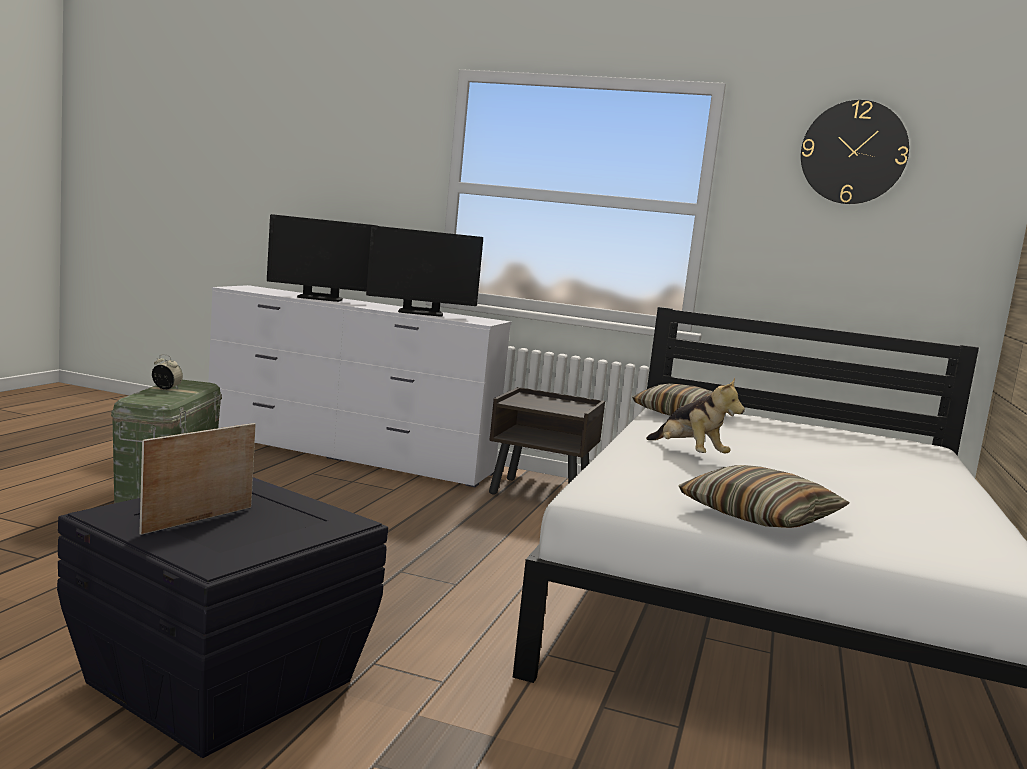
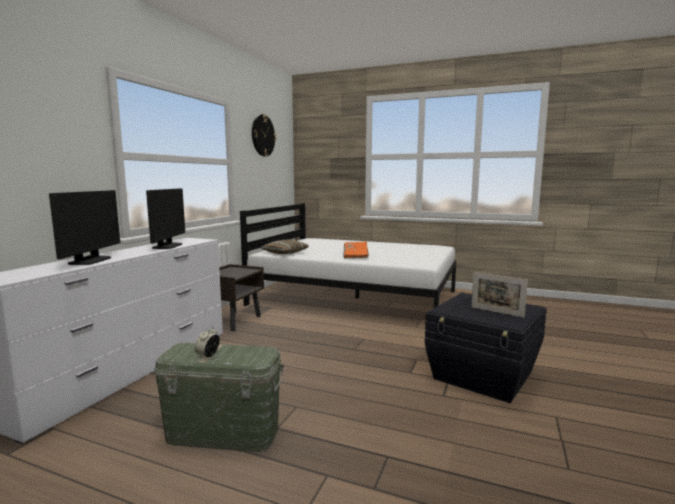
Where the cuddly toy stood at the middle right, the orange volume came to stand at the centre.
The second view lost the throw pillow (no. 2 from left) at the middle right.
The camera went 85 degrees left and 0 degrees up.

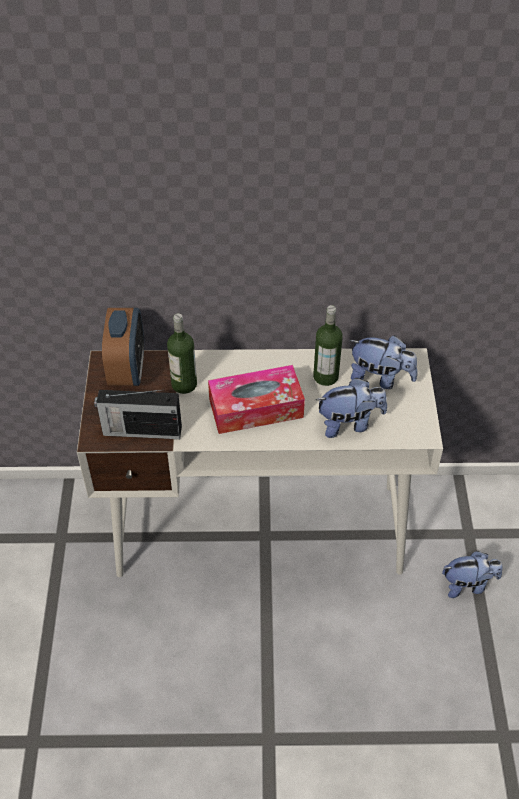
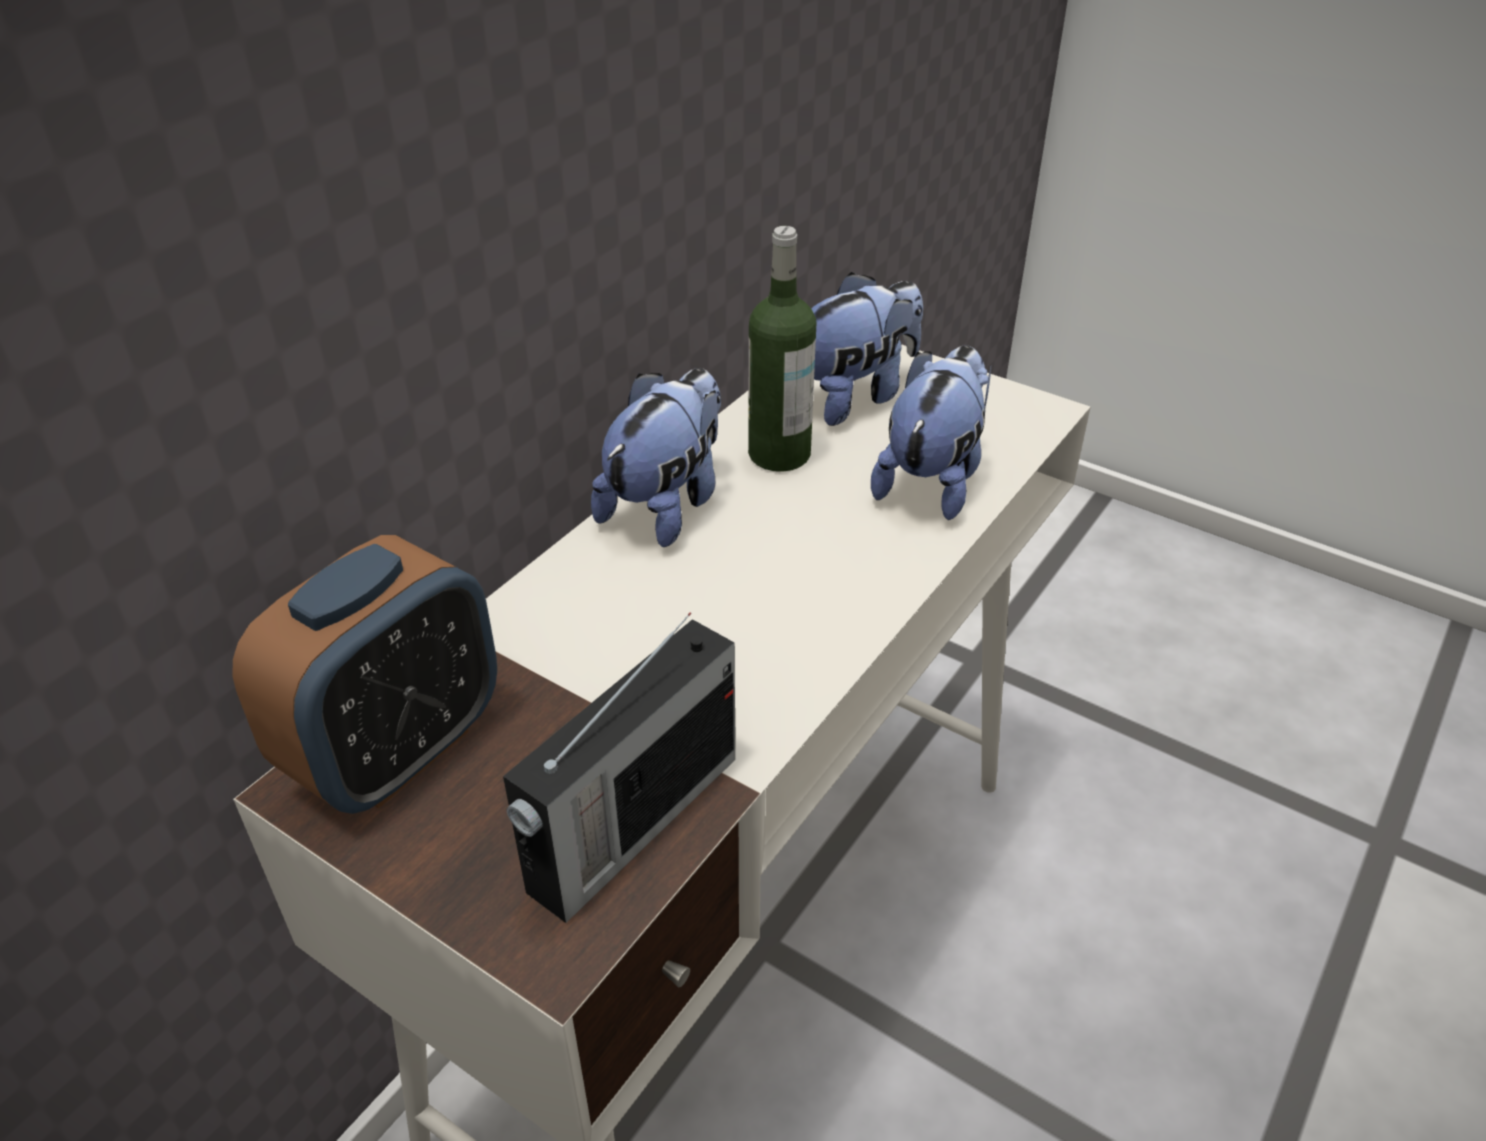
The bedside clock at the middle left ended up facing another way, 90 degrees clockwise from before.
The second view lost the drink bottle (no. 1 from left) at the centre.
The second view lost the tissue box at the centre.
The cuddly toy (no. 3 from left in the first image) ended up elsewhere, having gone from the bottom right to the centre.
The camera went 55 degrees left and 10 degrees down.

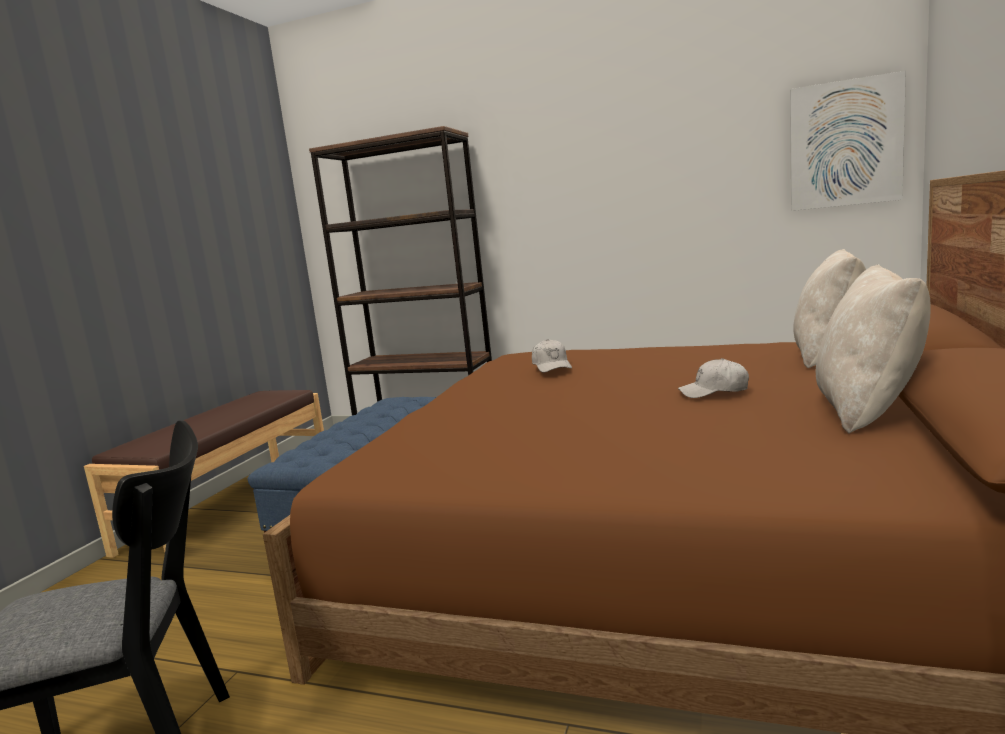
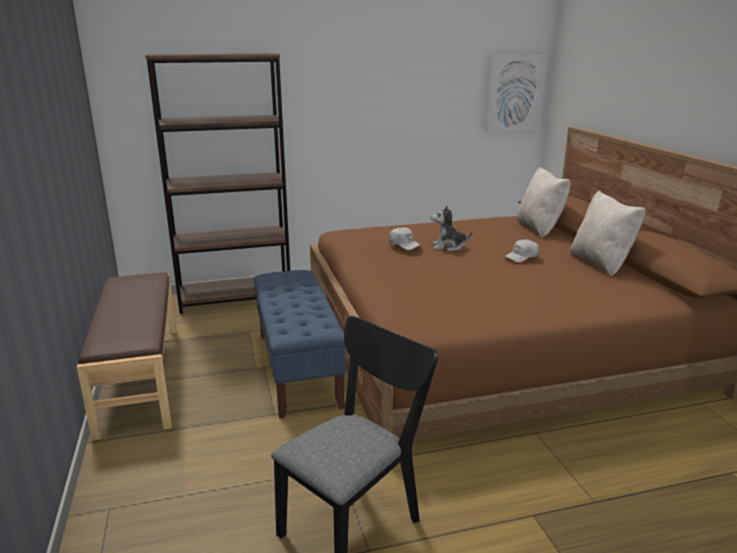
The second view gained the cuddly toy at the centre.
The camera went 35 degrees left and 10 degrees up.

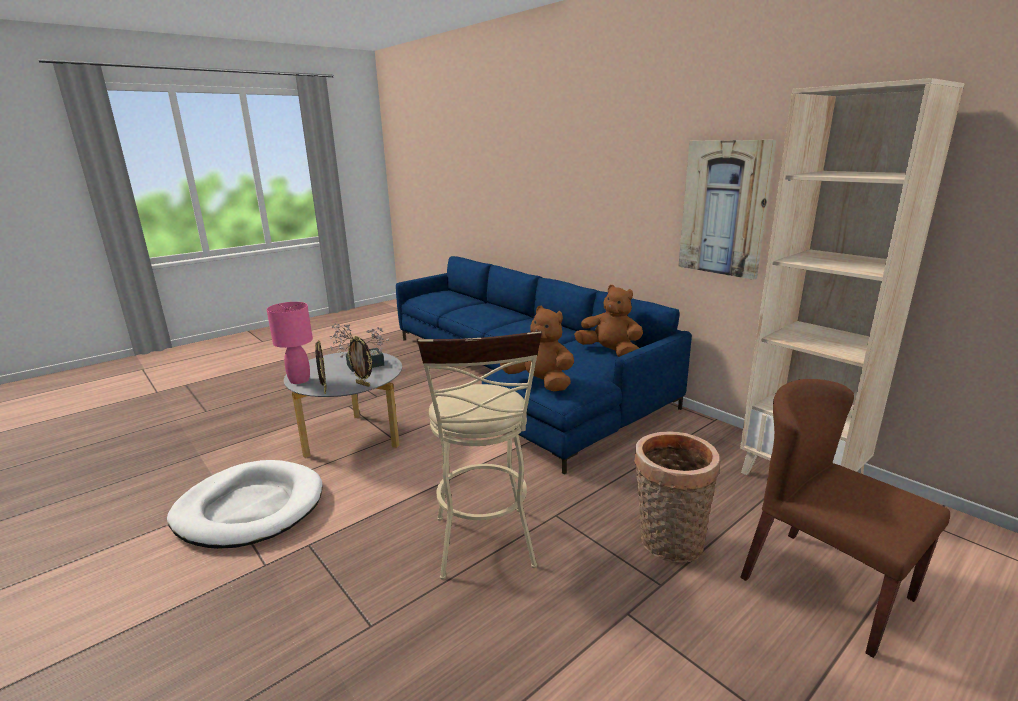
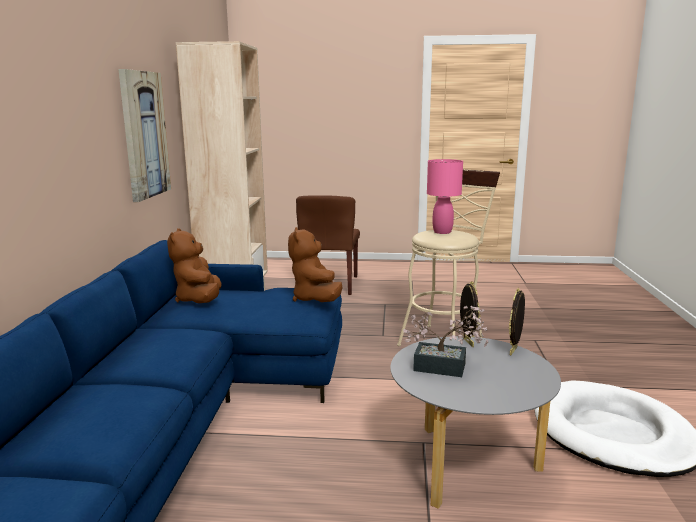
The pink table lamp ended up elsewhere, having gone from the middle left to the centre.
The second view lost the storage basket at the bottom centre.
The camera went 135 degrees left and 5 degrees down.

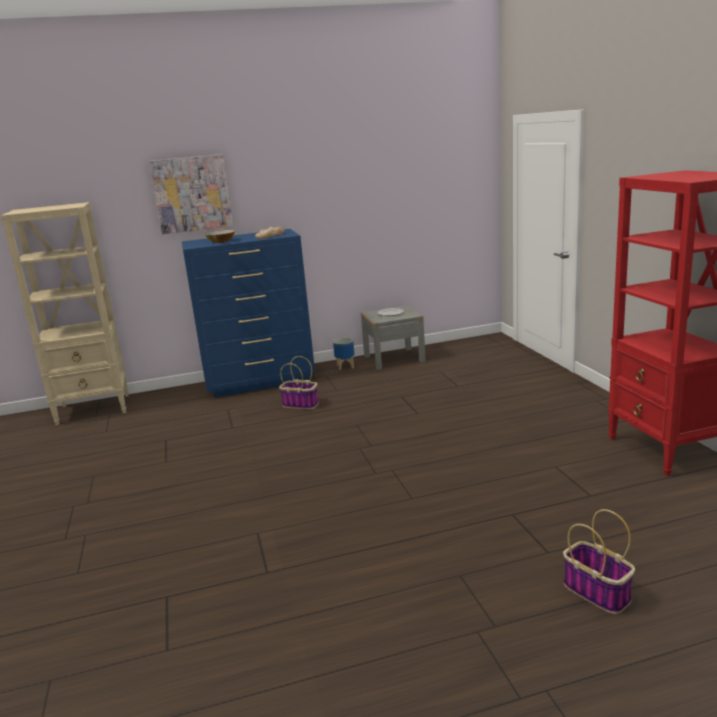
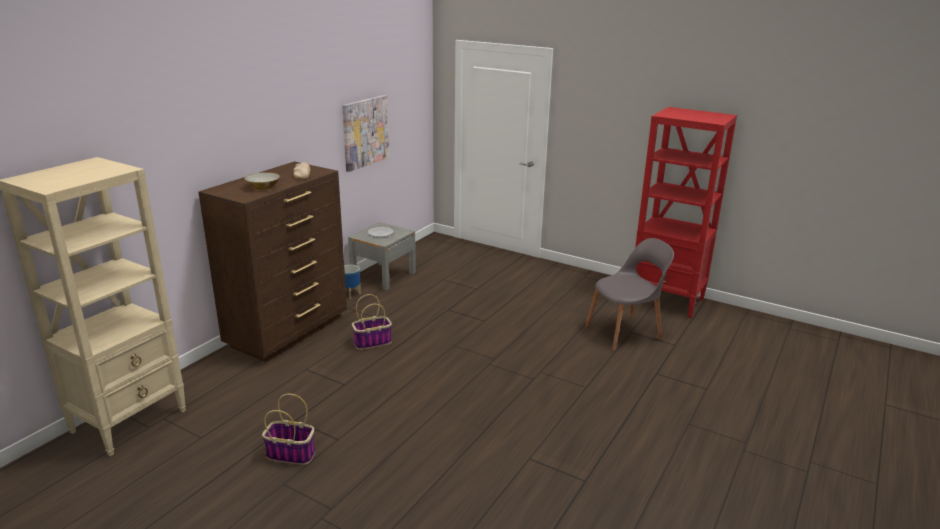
The wall picture ended up elsewhere, having gone from the top left to the top centre.
What was the blue drawer chest at the centre turned into the brown-coloured drawer chest at the middle left.
The storage basket (no. 2 from left in the first image) ended up elsewhere, having gone from the bottom right to the bottom left.
The second view gained the grey chair at the middle right.
The camera went 45 degrees left and 5 degrees up.

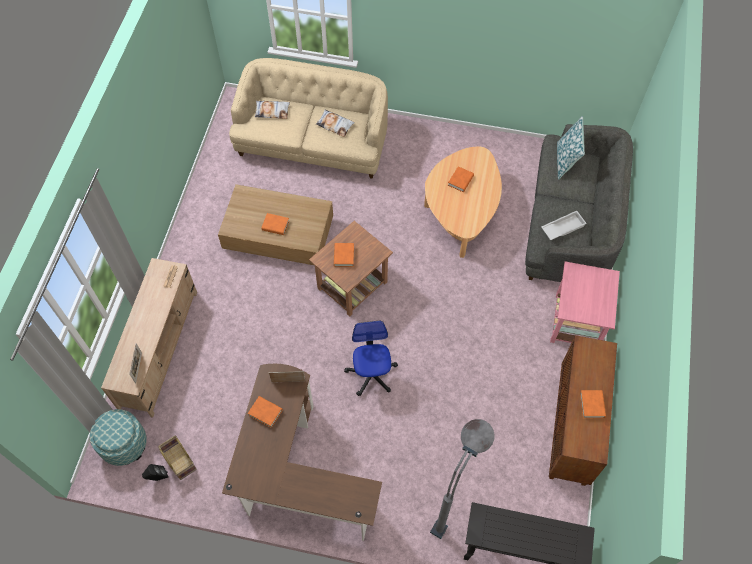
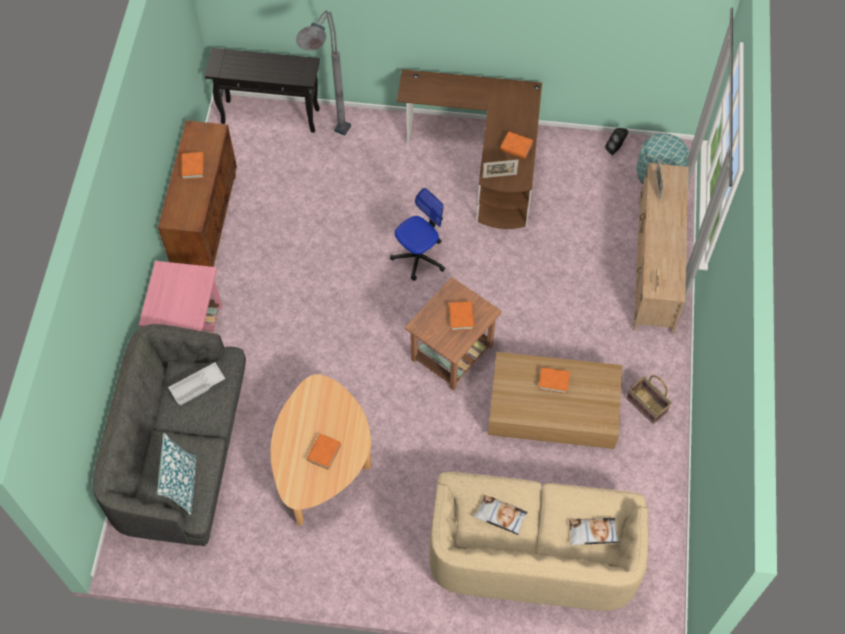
The computer chair at the centre ended up facing another way, 120 degrees counterclockwise from before.
The storage basket ended up elsewhere, having gone from the bottom left to the middle right.
The camera went 175 degrees right and 0 degrees up.

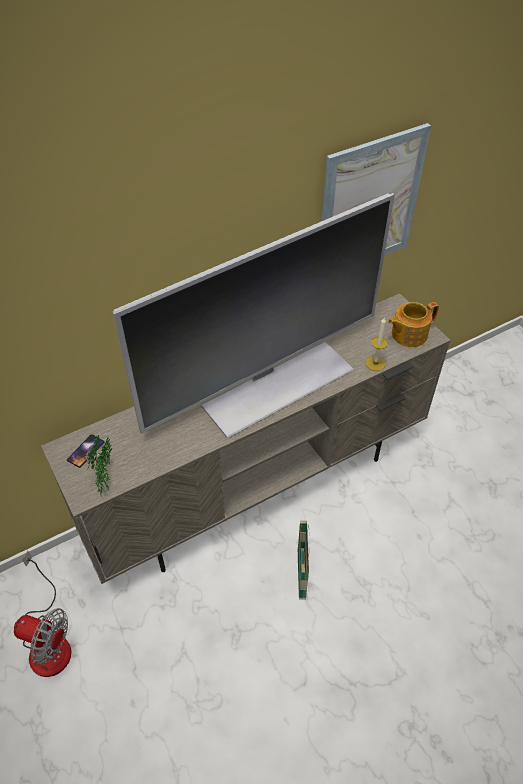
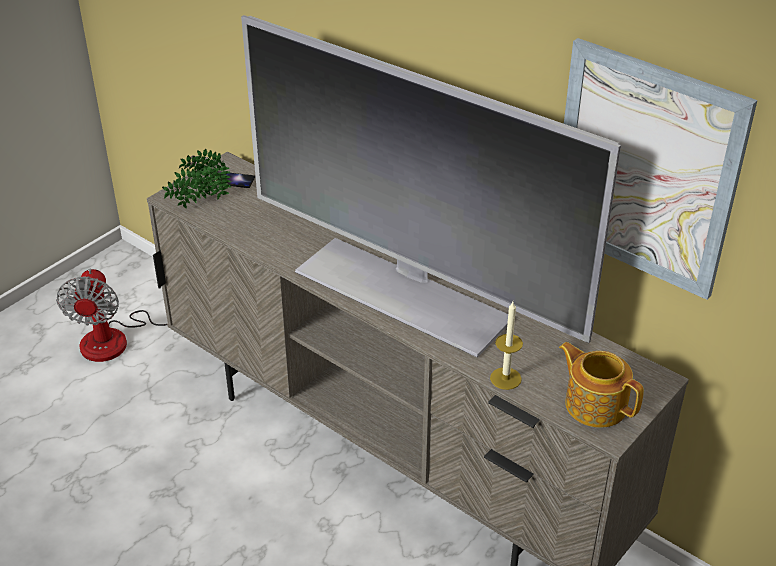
The second view lost the storage basket at the bottom centre.
The camera went 70 degrees right and 10 degrees down.

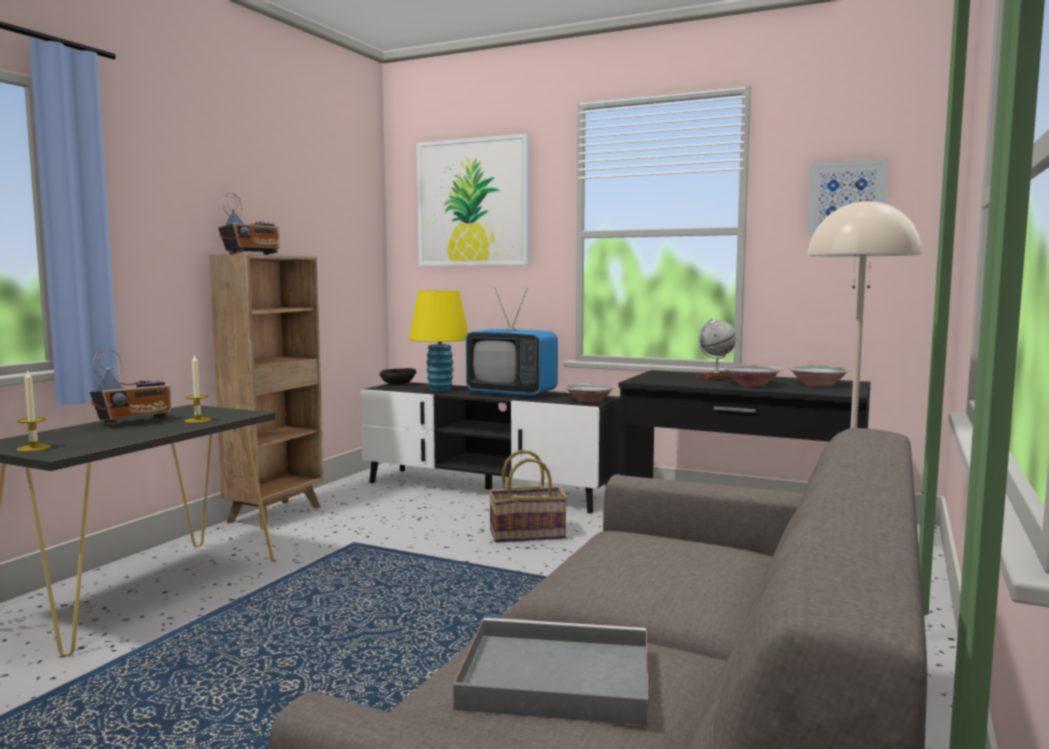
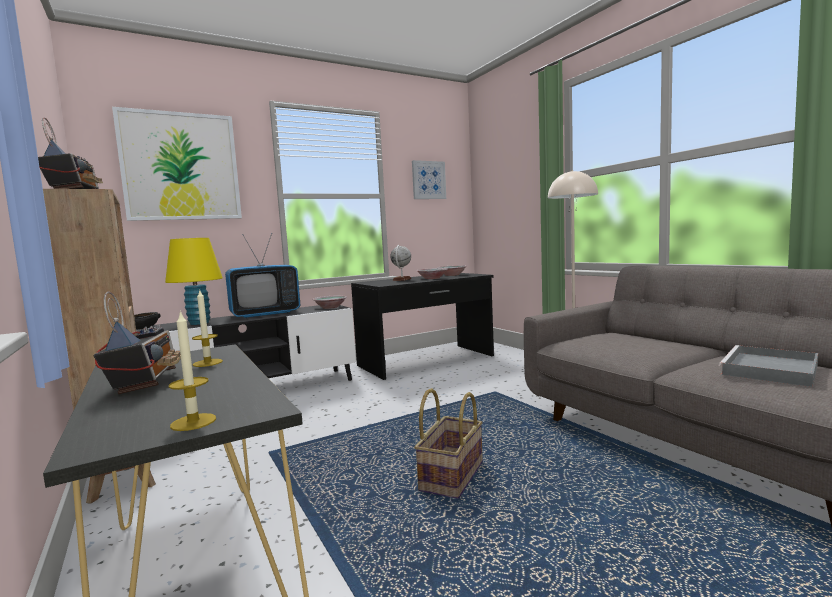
The storage basket ended up elsewhere, having gone from the centre to the bottom centre.
The camera went 55 degrees left and 0 degrees up.

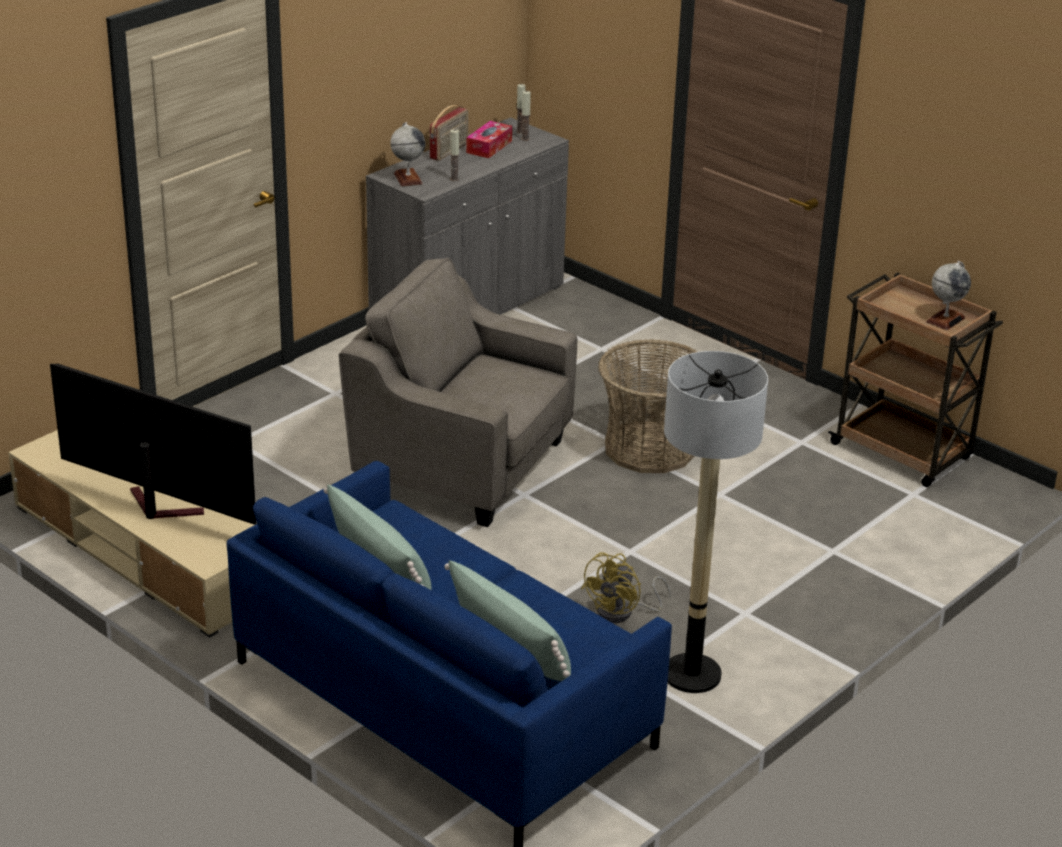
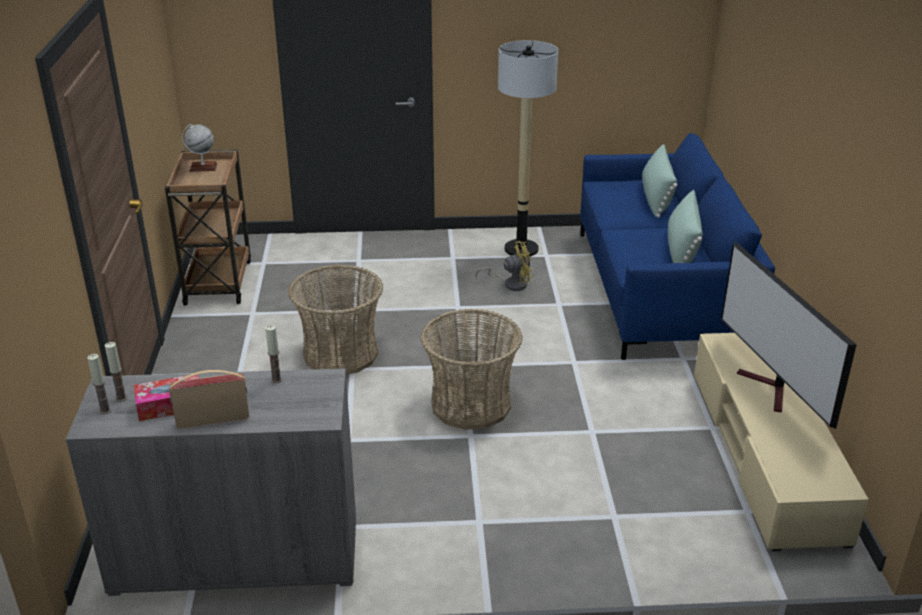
The second view lost the globe (no. 1 from left) at the top centre.
Where the grey easy chair stood at the centre, the storage basket (no. 2 from left) came to stand at the centre.
The camera went 135 degrees left and 0 degrees up.

